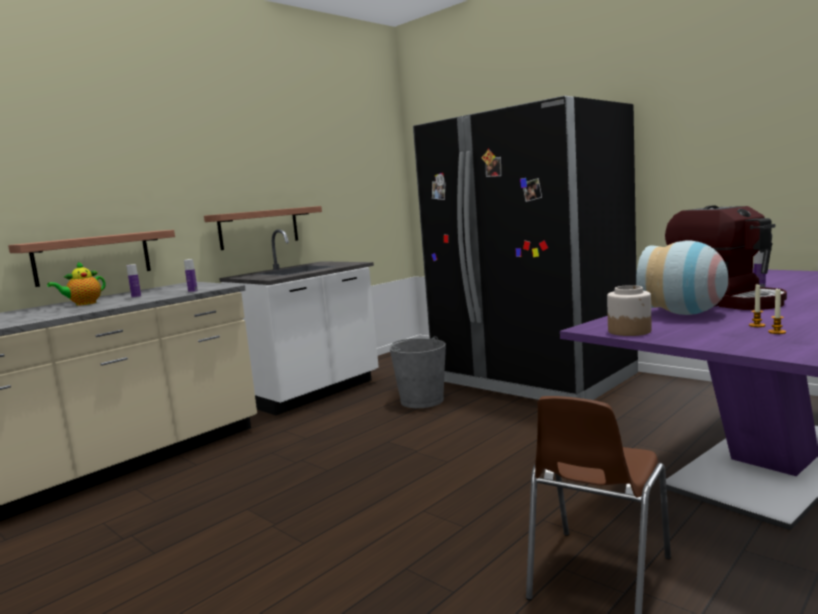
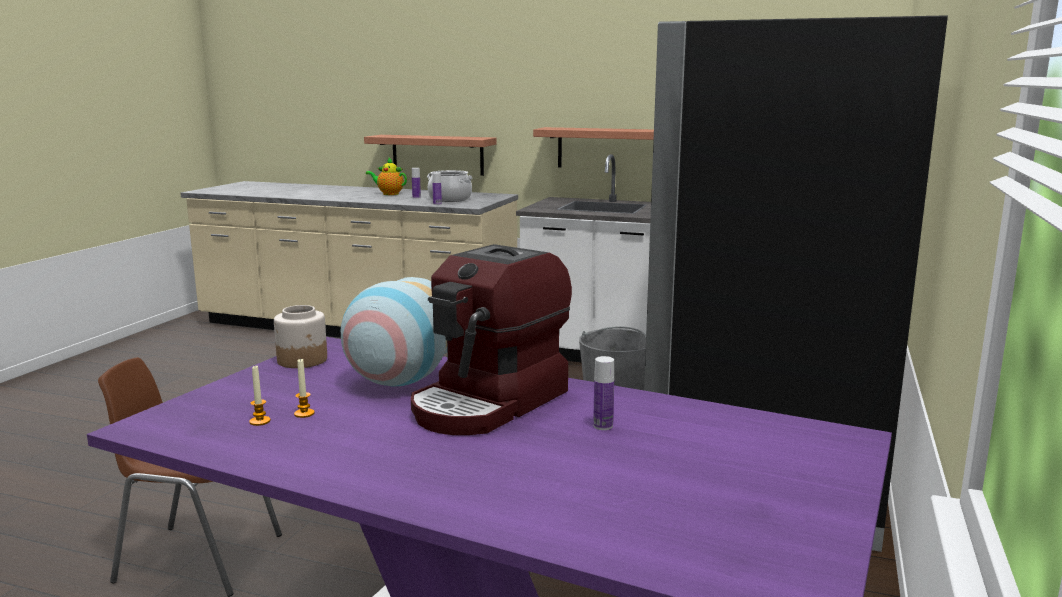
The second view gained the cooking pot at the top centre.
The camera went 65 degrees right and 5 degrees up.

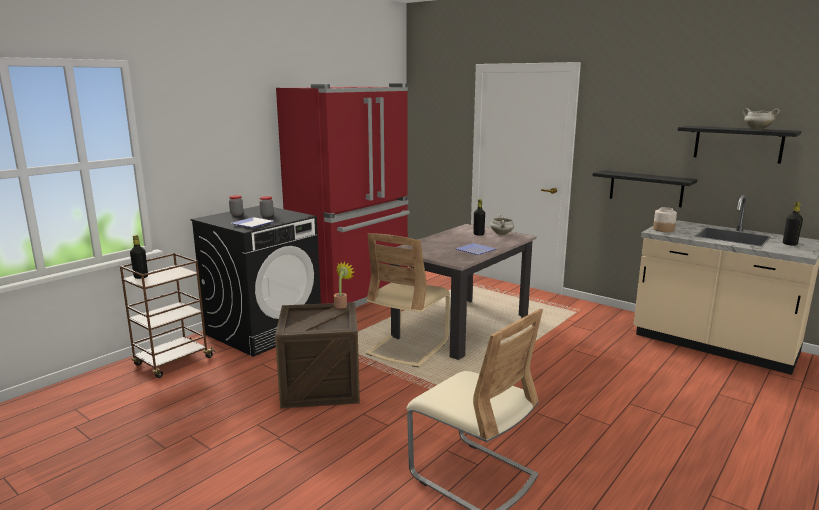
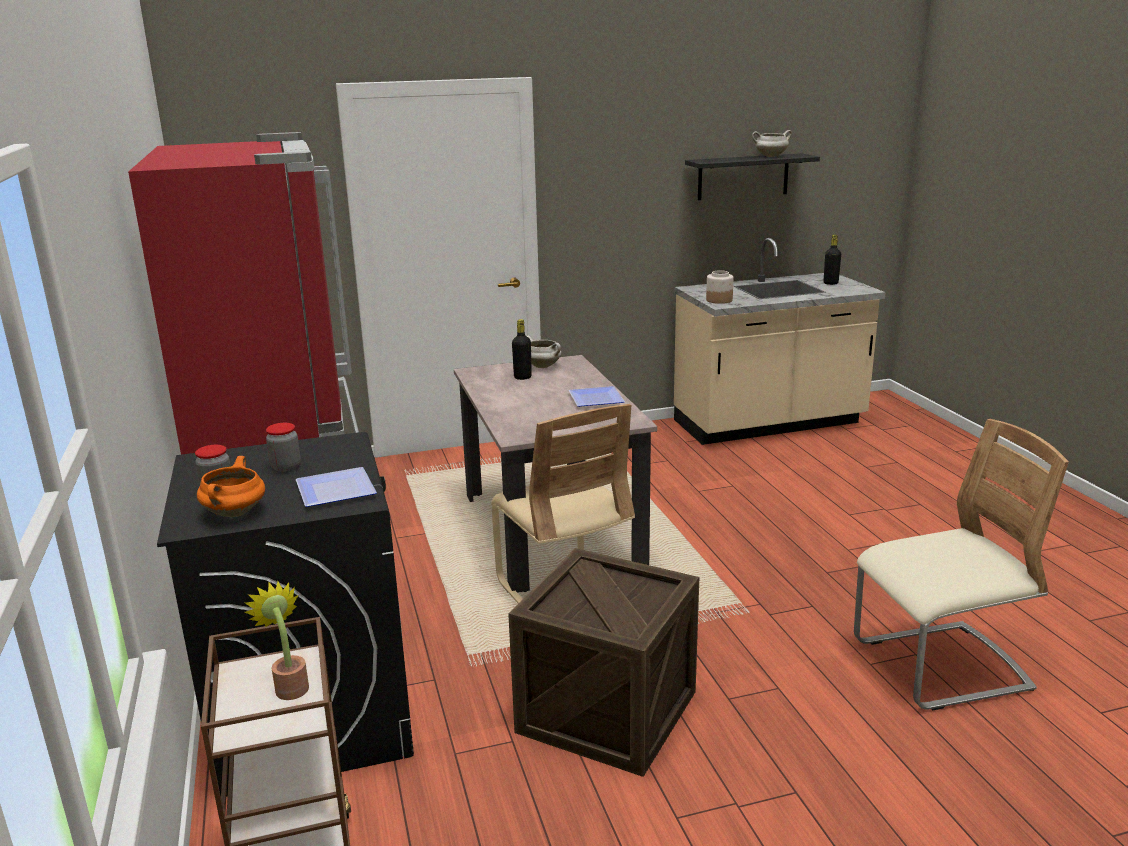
The second view lost the blackish wall shelf (no. 1 from left) at the middle right.
The second view lost the blackish drink bottle (no. 1 from left) at the middle left.
The houseplant ended up elsewhere, having gone from the centre to the bottom left.
The second view gained the orange cooking pot at the middle left.
The camera went 55 degrees left and 5 degrees up.

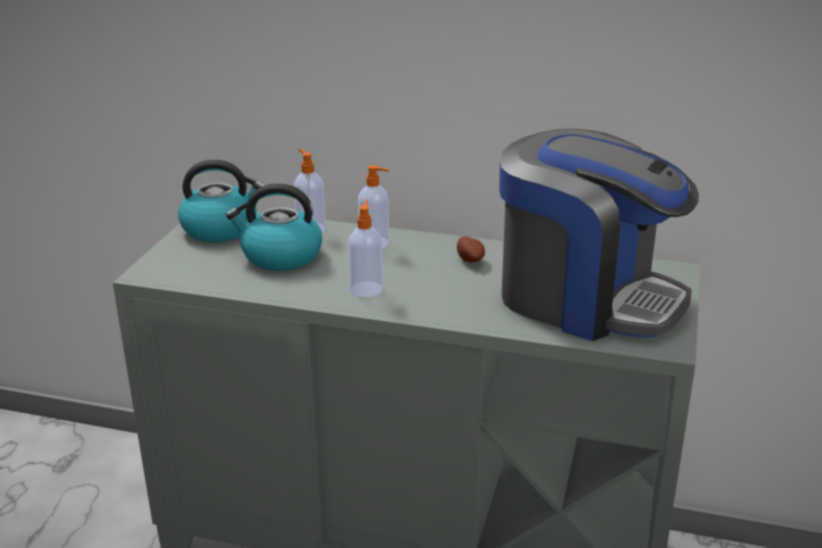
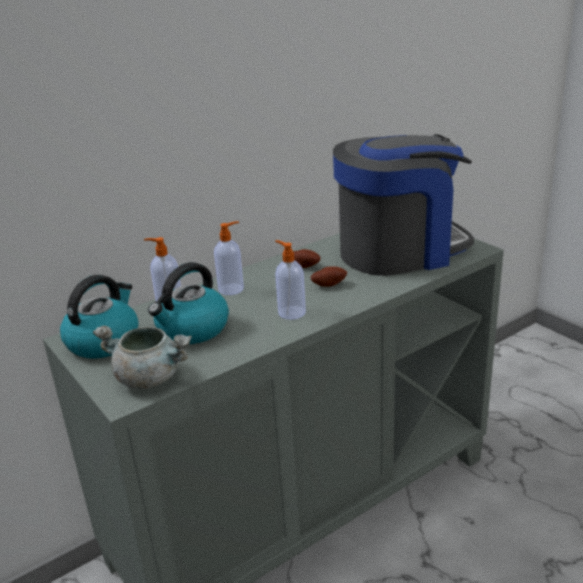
The second view gained the whole potato (no. 2 from left) at the centre.
The second view gained the grey cooking pot at the middle left.
The camera went 50 degrees left and 0 degrees up.

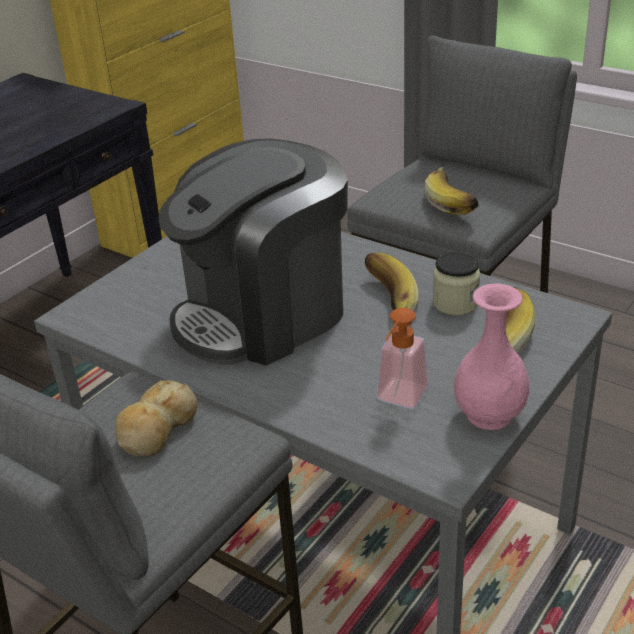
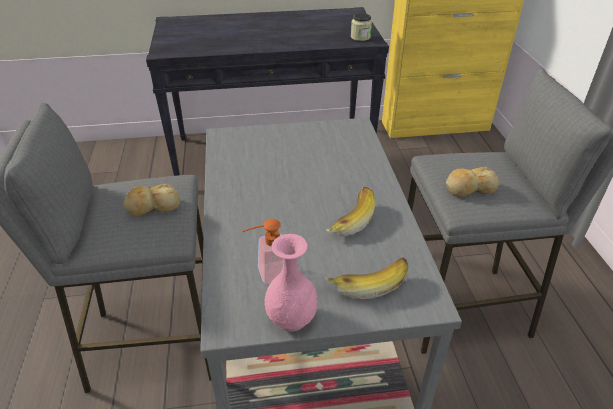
The second view lost the coffee maker at the centre.
Where the banana fruit (no. 2 from left) stood at the top right, the bread (no. 2 from left) came to stand at the middle right.
The preserve jar ended up elsewhere, having gone from the middle right to the top centre.
The camera went 45 degrees right and 5 degrees up.

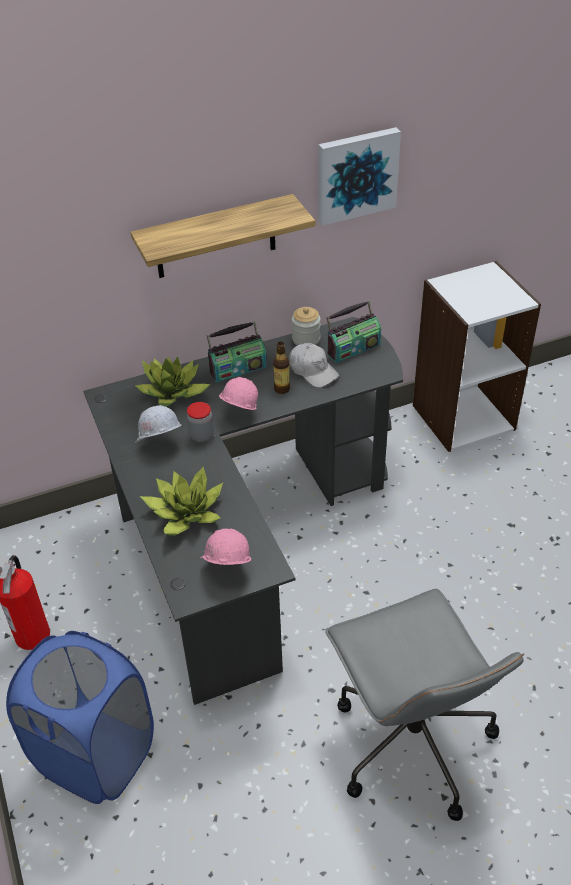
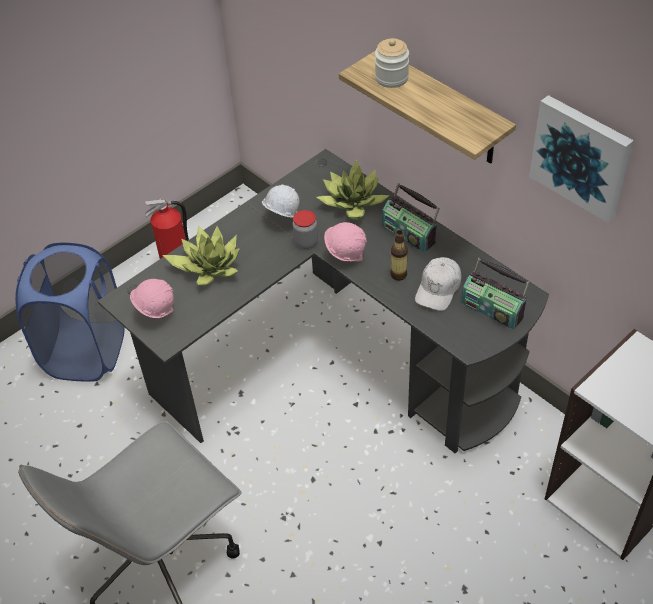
The preserve jar (no. 2 from left) ended up elsewhere, having gone from the centre to the top centre.
The camera went 70 degrees right and 5 degrees up.

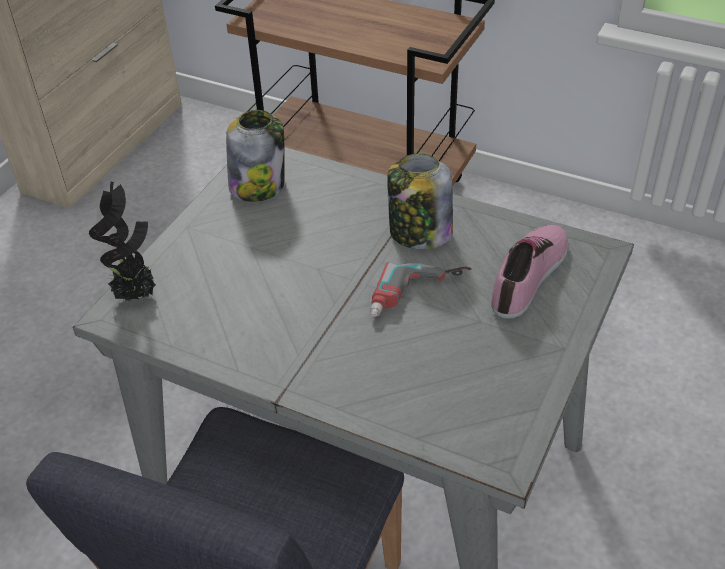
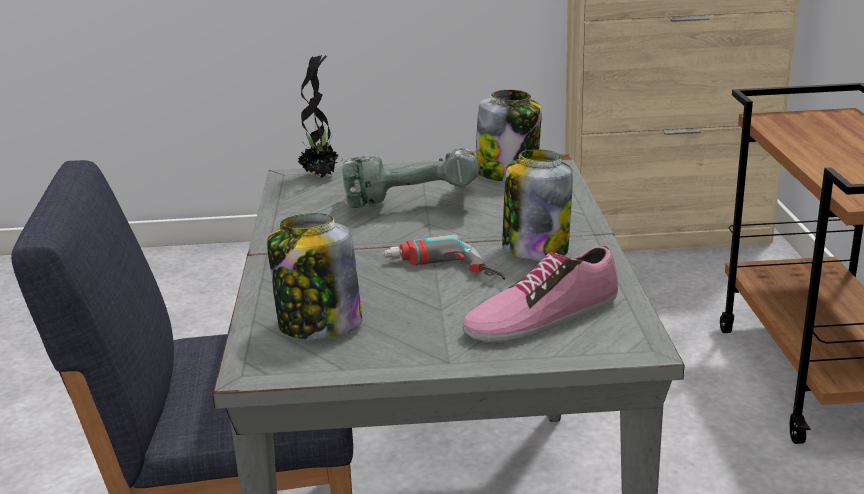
The shoe at the middle right ended up facing another way, 150 degrees clockwise from before.
The second view gained the electric drill (no. 1 from left) at the centre.
The second view gained the preserve jar (no. 1 from left) at the centre.
The camera went 60 degrees right and 20 degrees down.

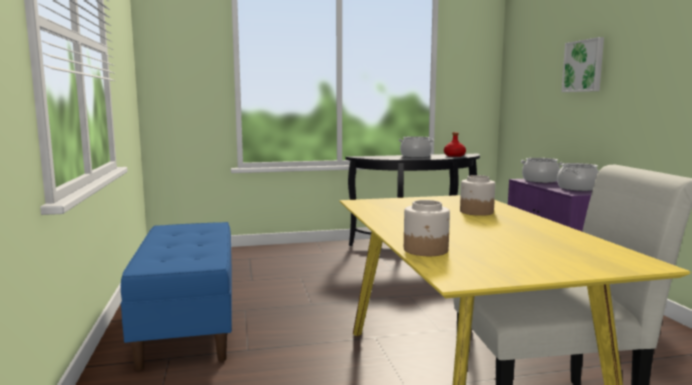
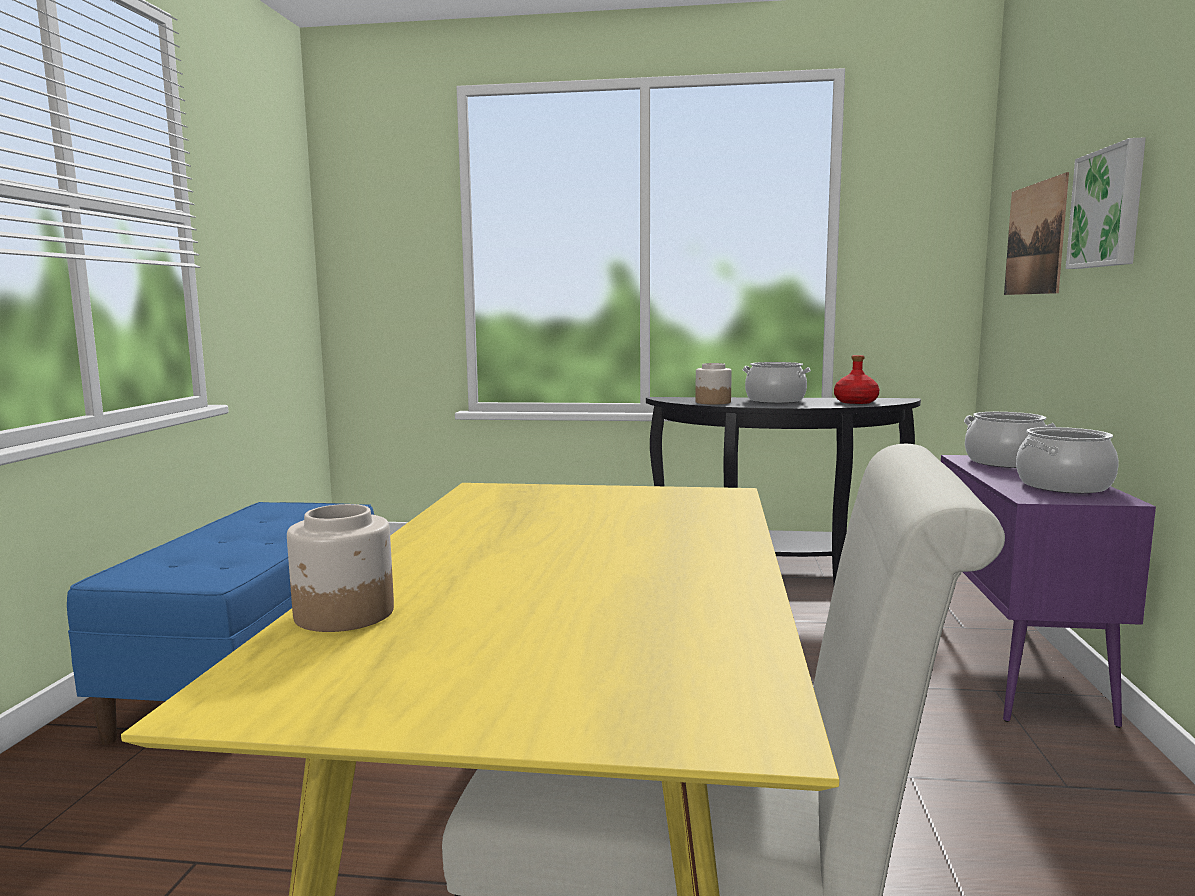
The preserve jar (no. 2 from left) ended up elsewhere, having gone from the middle right to the centre.
The second view gained the wall picture (no. 1 from left) at the top right.
The camera went 20 degrees right and 0 degrees up.

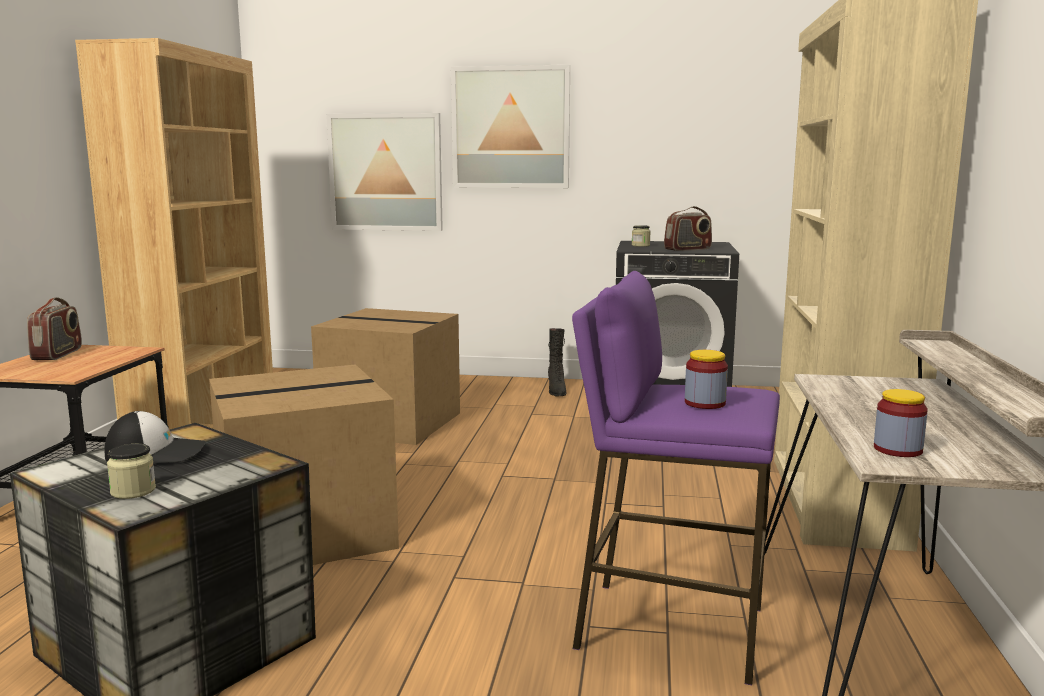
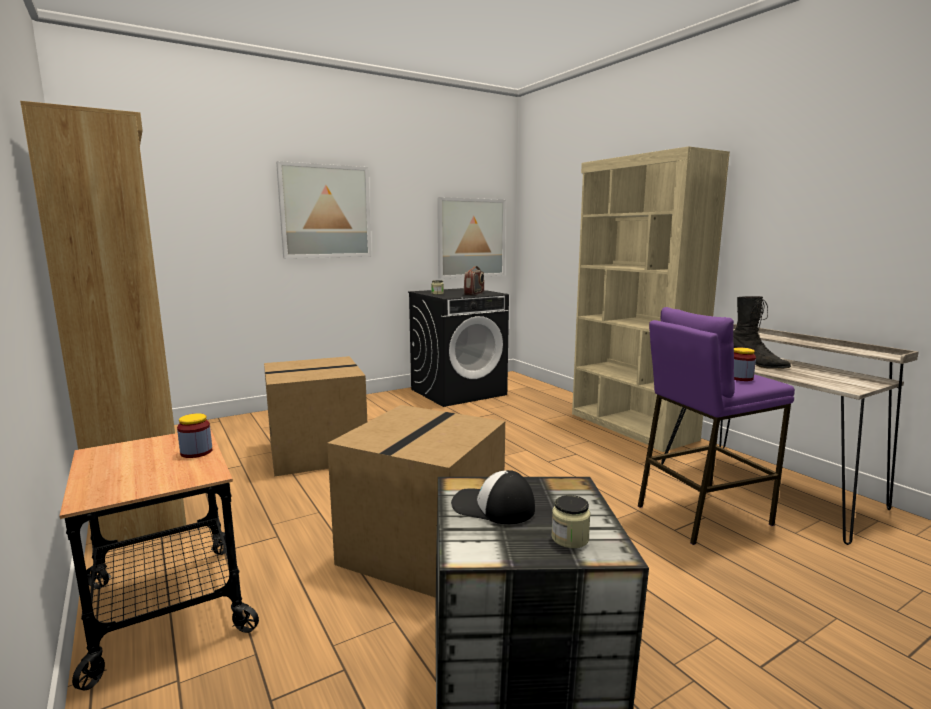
The wall picture (no. 1 from left in the first image) ended up elsewhere, having gone from the top centre to the centre.
The second view lost the radio set (no. 1 from left) at the middle left.
The blackish high-top boot ended up elsewhere, having gone from the centre to the middle right.
The preserve jar (no. 4 from left in the first image) ended up elsewhere, having gone from the middle right to the middle left.
The peaked cap at the middle left ended up facing another way, 105 degrees counterclockwise from before.
The camera went 40 degrees left and 0 degrees up.

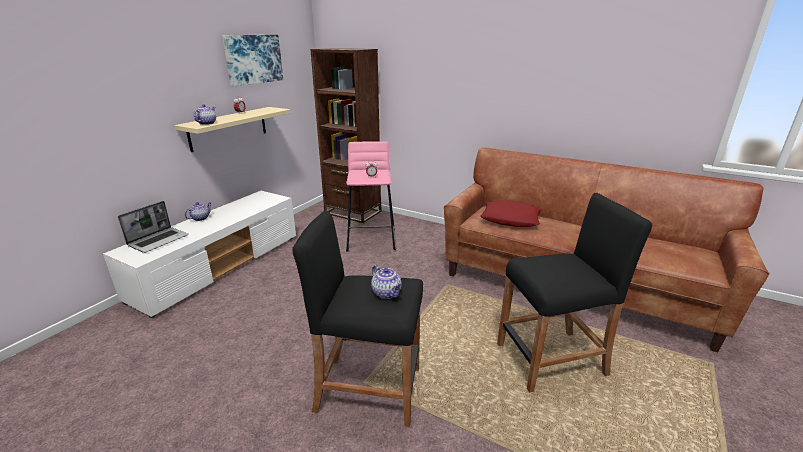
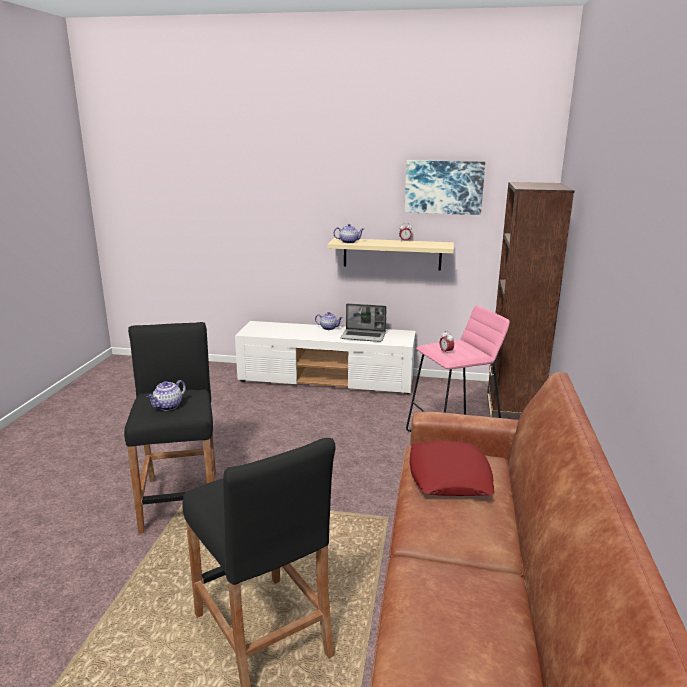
The portable computer ended up elsewhere, having gone from the middle left to the centre.
The camera went 70 degrees right and 5 degrees down.

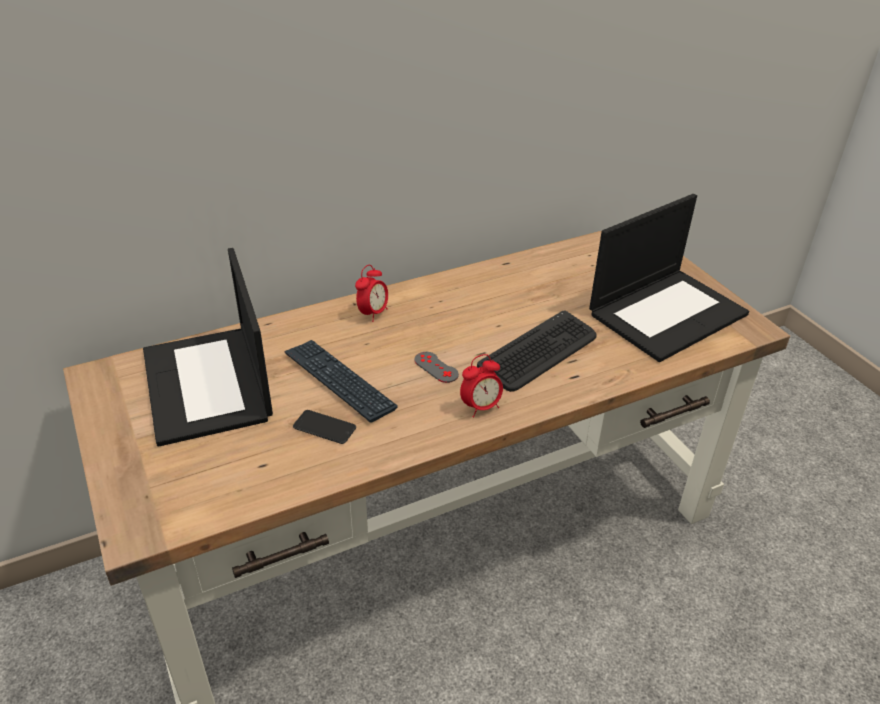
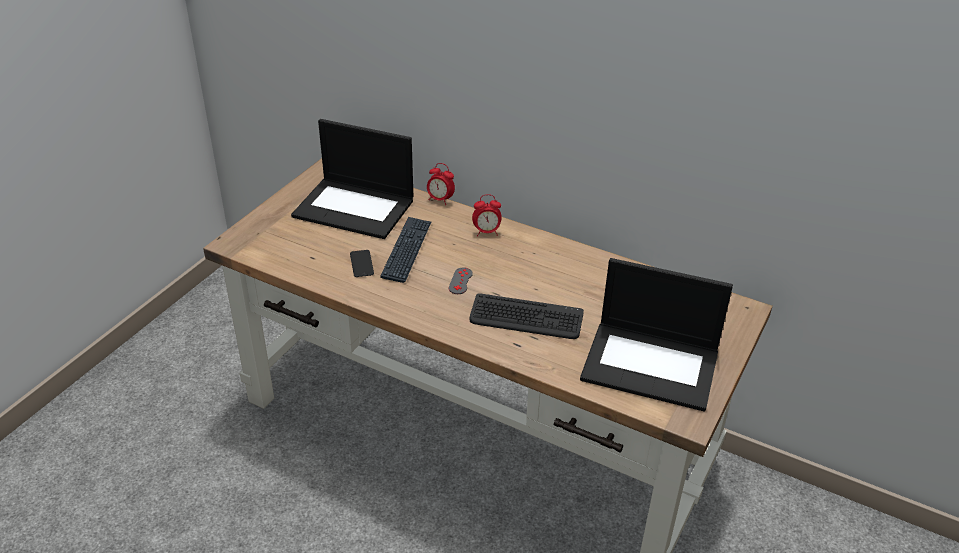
The portable computer (no. 1 from left) at the middle left ended up facing another way, 105 degrees counterclockwise from before.
The bedside clock (no. 2 from left in the first image) ended up elsewhere, having gone from the centre to the top centre.
The camera went 55 degrees right and 0 degrees up.

